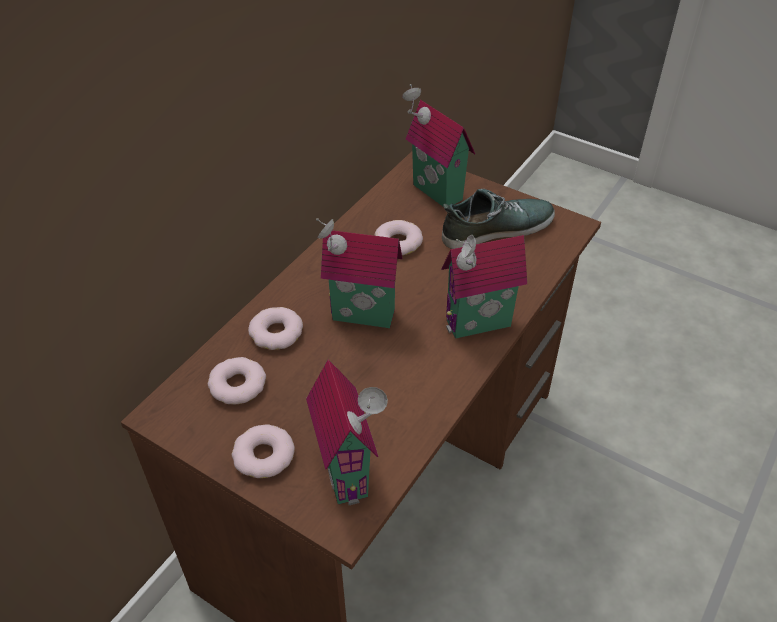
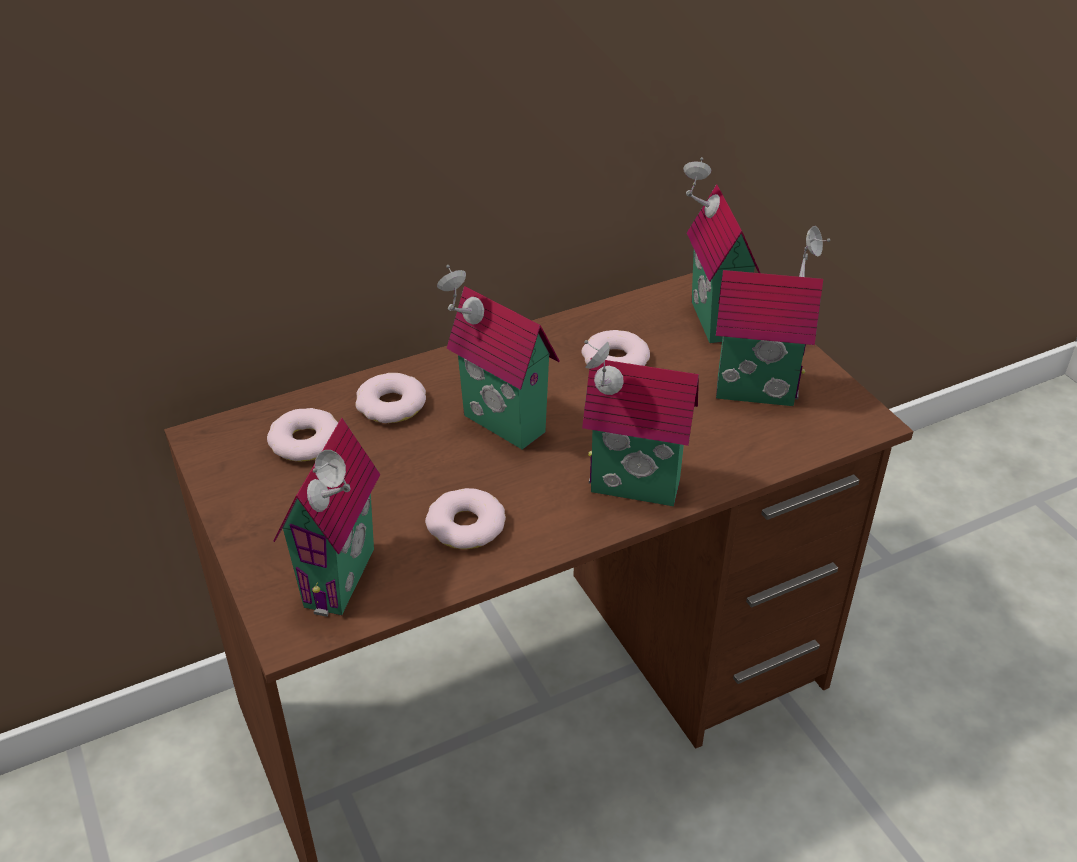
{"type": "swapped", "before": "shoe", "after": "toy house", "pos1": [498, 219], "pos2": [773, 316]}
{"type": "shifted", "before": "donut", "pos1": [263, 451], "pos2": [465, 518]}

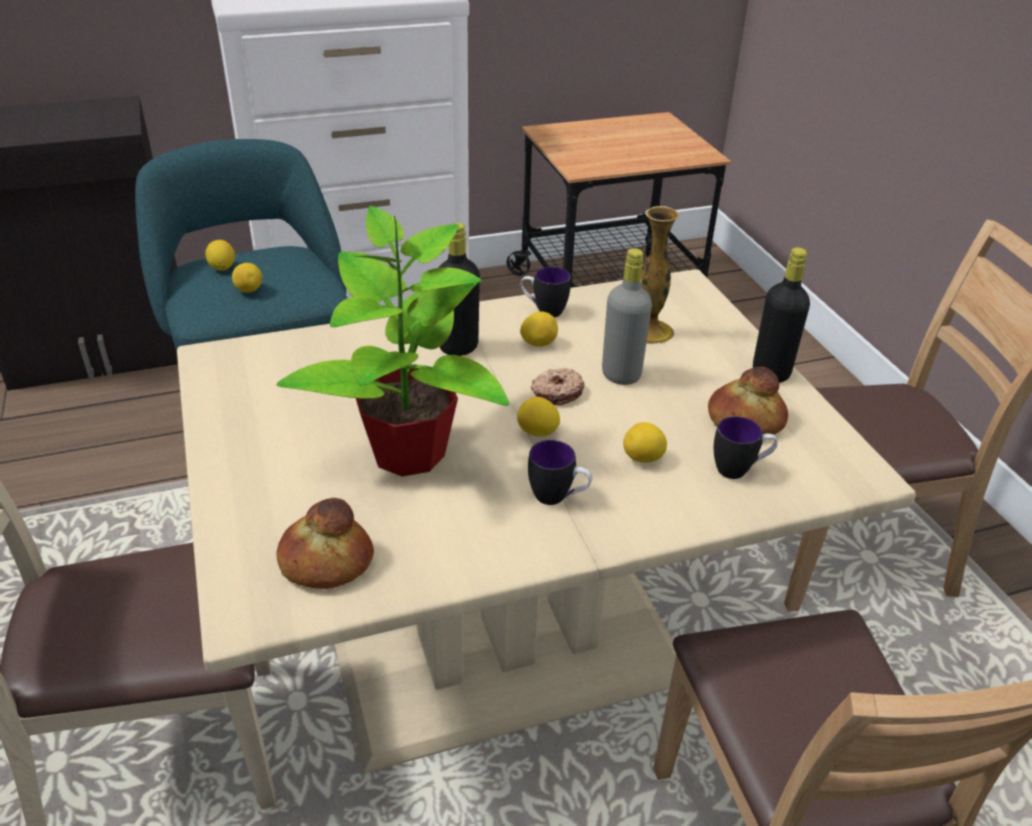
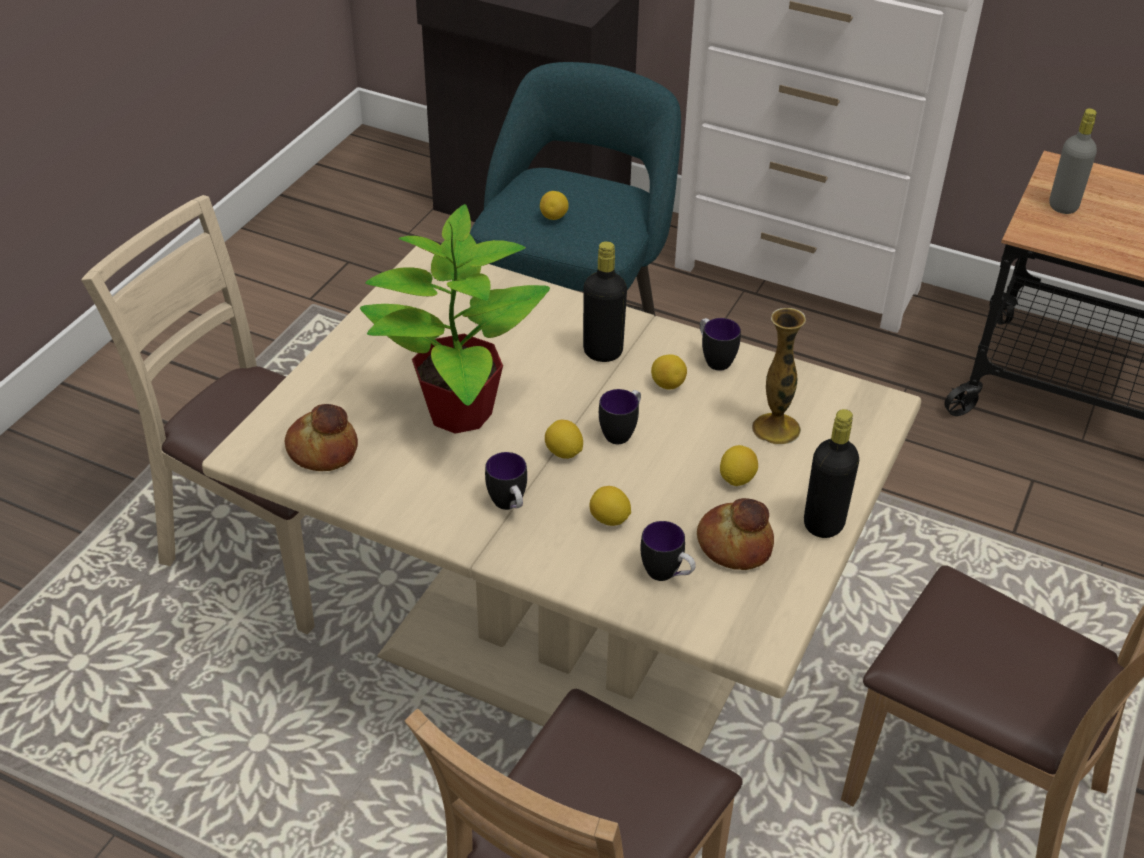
{"type": "shifted", "before": "lemon", "pos1": [220, 255], "pos2": [739, 465]}
{"type": "shifted", "before": "grey bottle", "pos1": [627, 316], "pos2": [1073, 161]}
{"type": "swapped", "before": "donut", "after": "mug", "pos1": [557, 387], "pos2": [620, 416]}

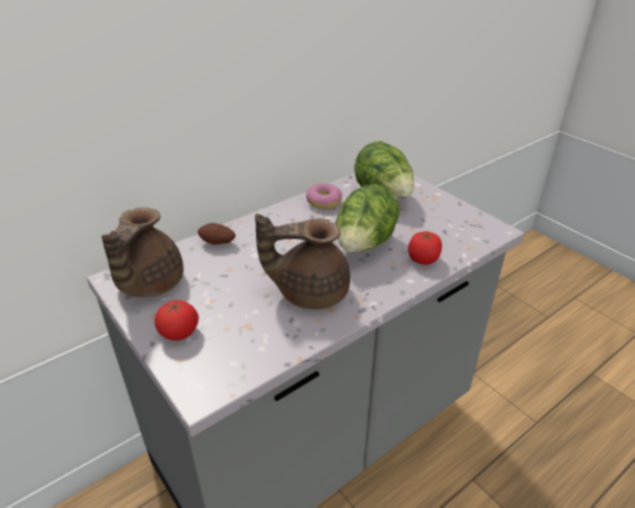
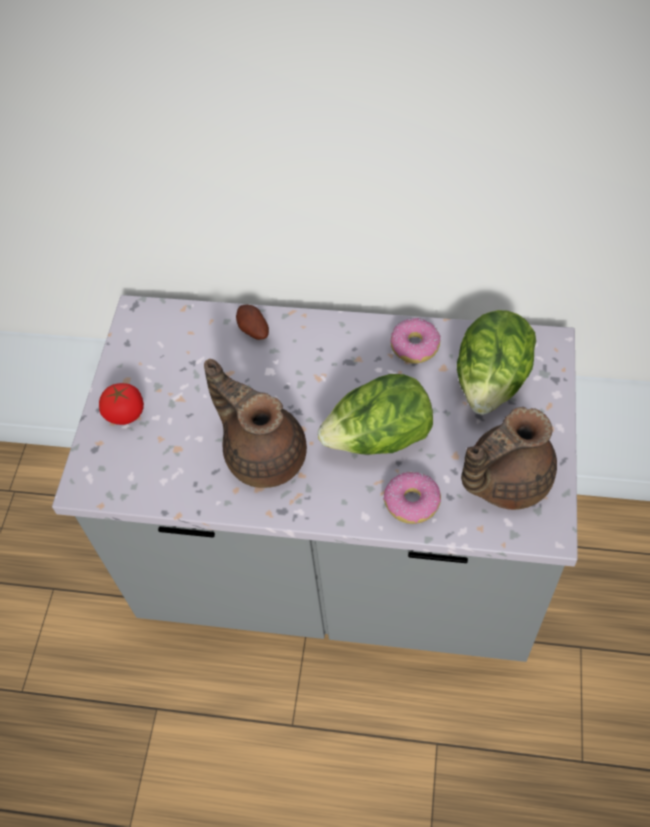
{"type": "shifted", "before": "brown teapot", "pos1": [142, 252], "pos2": [509, 458]}
{"type": "swapped", "before": "tomato", "after": "donut", "pos1": [425, 248], "pos2": [412, 498]}

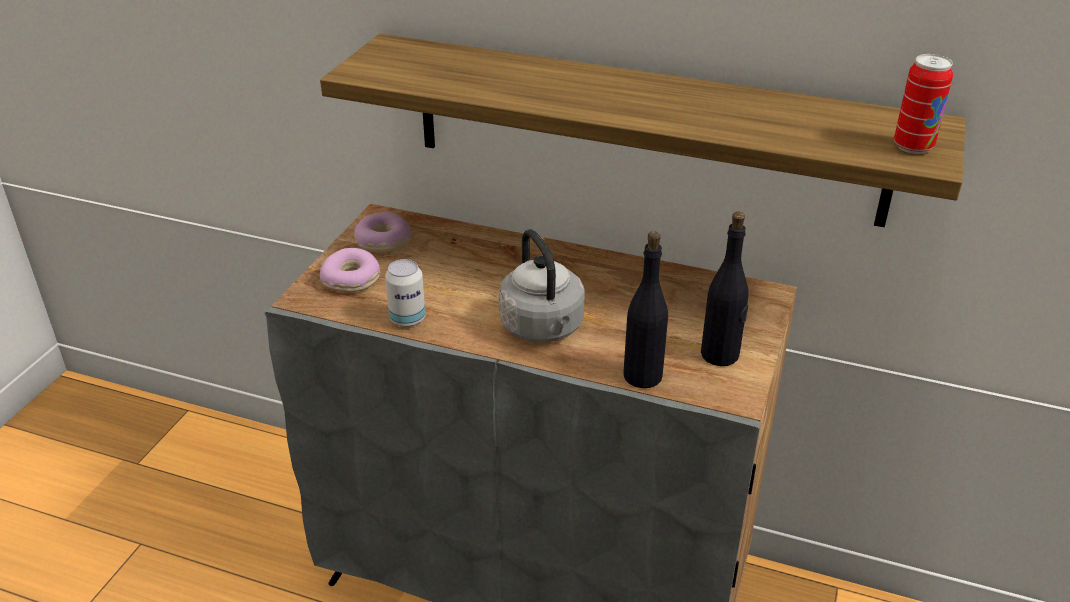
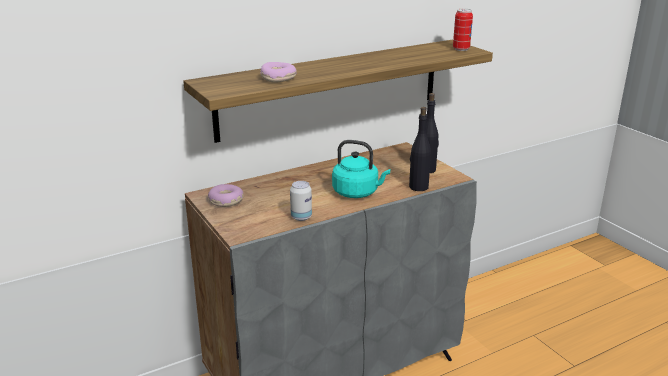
{"type": "repainted", "before": "grey kettle", "after": "turquoise kettle", "pos1": [542, 285], "pos2": [361, 169]}
{"type": "shifted", "before": "donut", "pos1": [350, 270], "pos2": [278, 72]}

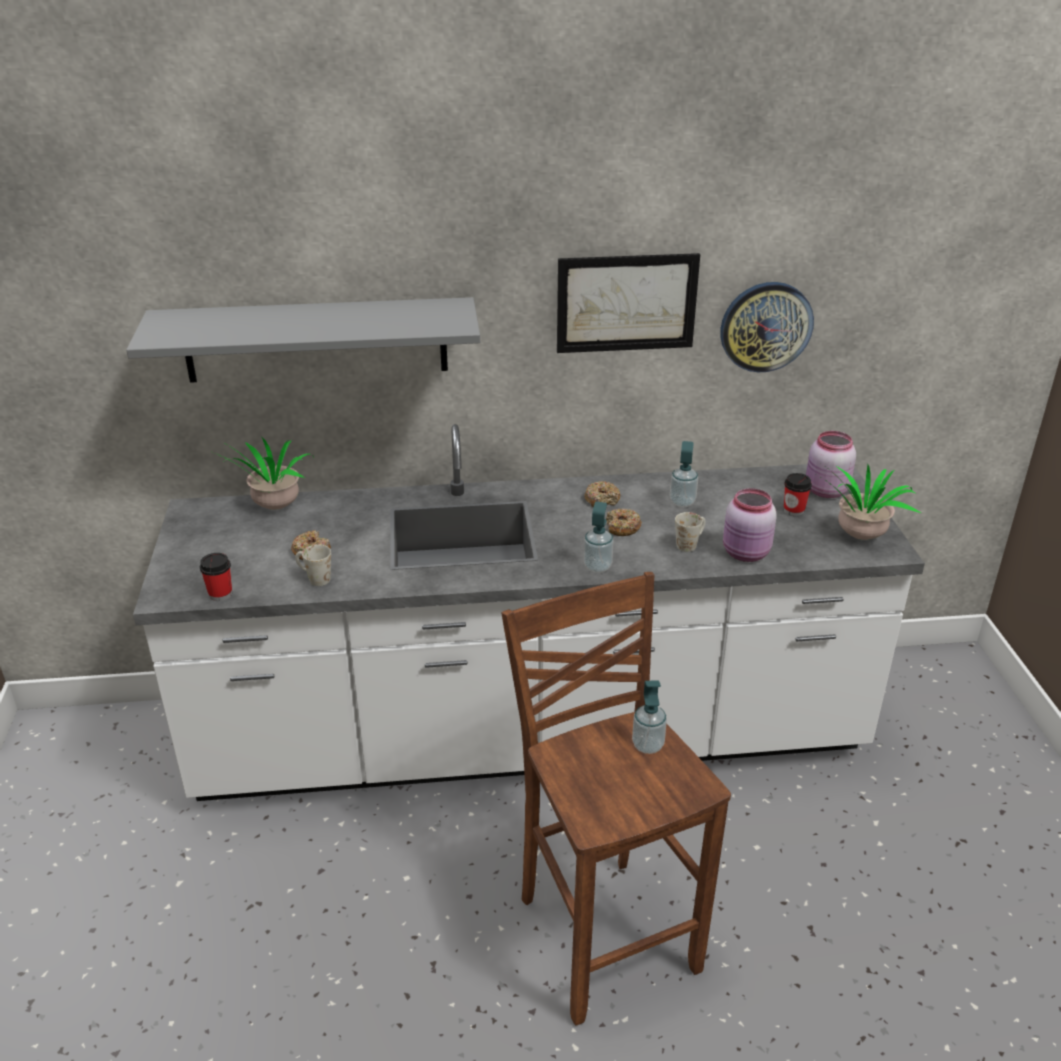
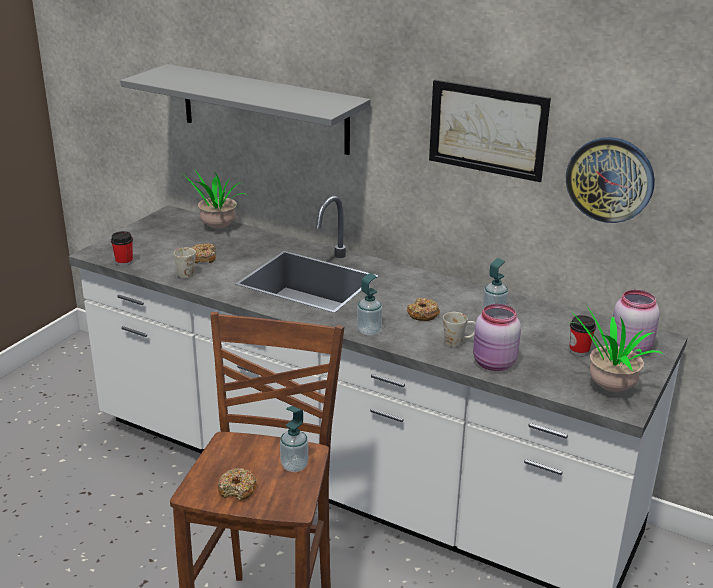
{"type": "shifted", "before": "donut", "pos1": [602, 494], "pos2": [237, 484]}

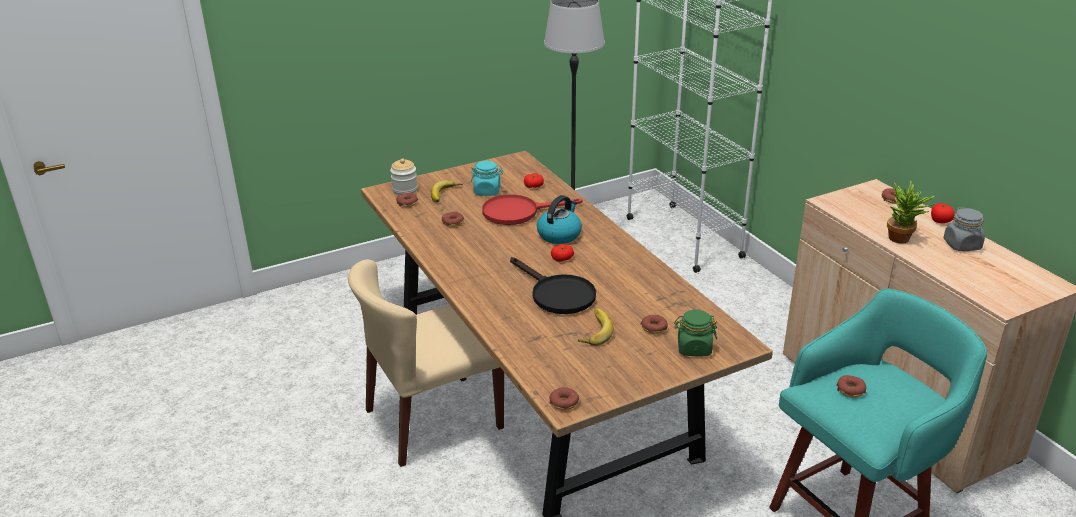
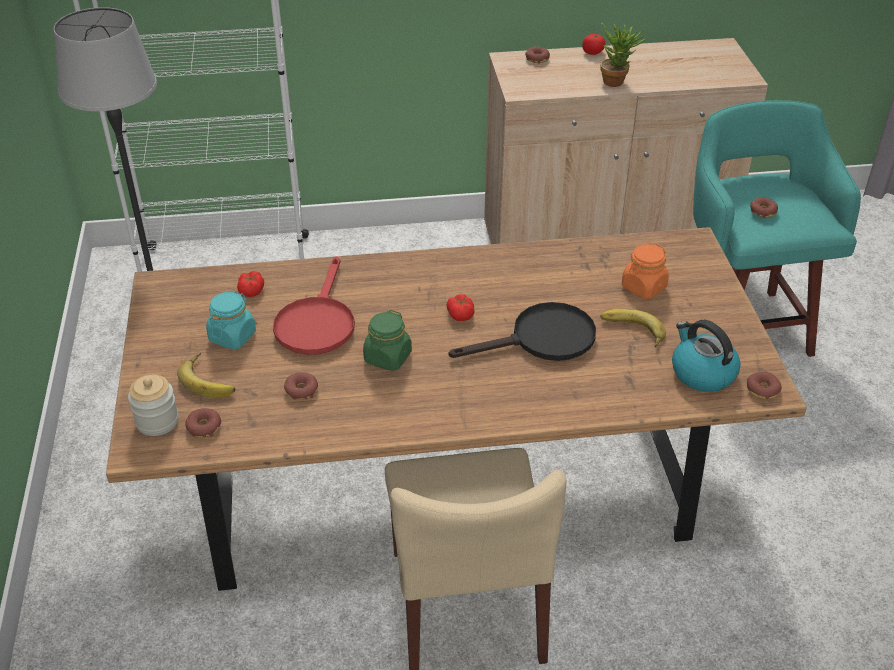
{"type": "shifted", "before": "kettle", "pos1": [559, 219], "pos2": [706, 356]}
{"type": "gone", "before": "grey jar", "pos1": [964, 229]}
{"type": "shifted", "before": "green jar", "pos1": [695, 333], "pos2": [387, 340]}
{"type": "swapped", "before": "donut", "after": "orange jar", "pos1": [654, 324], "pos2": [645, 271]}

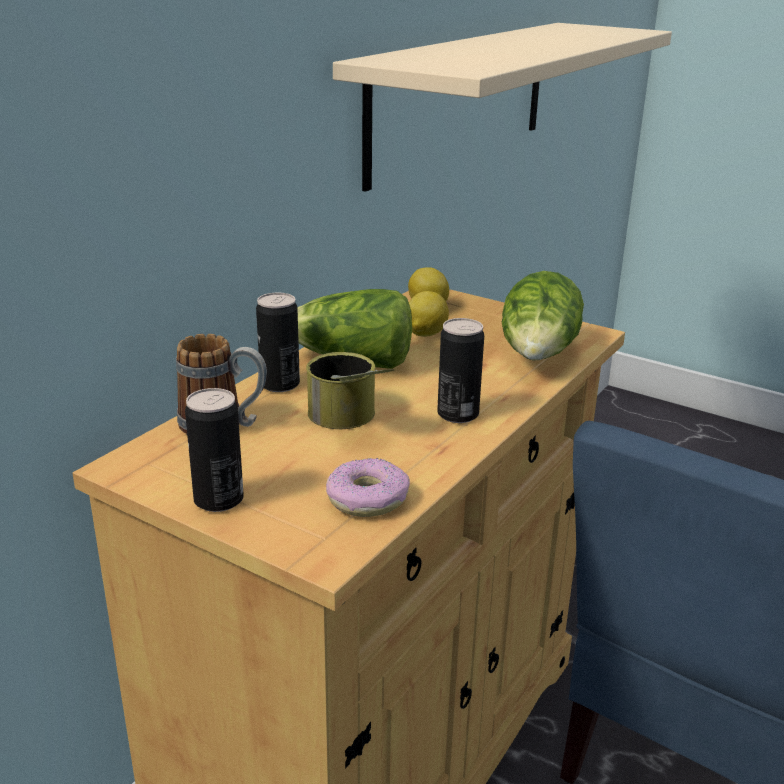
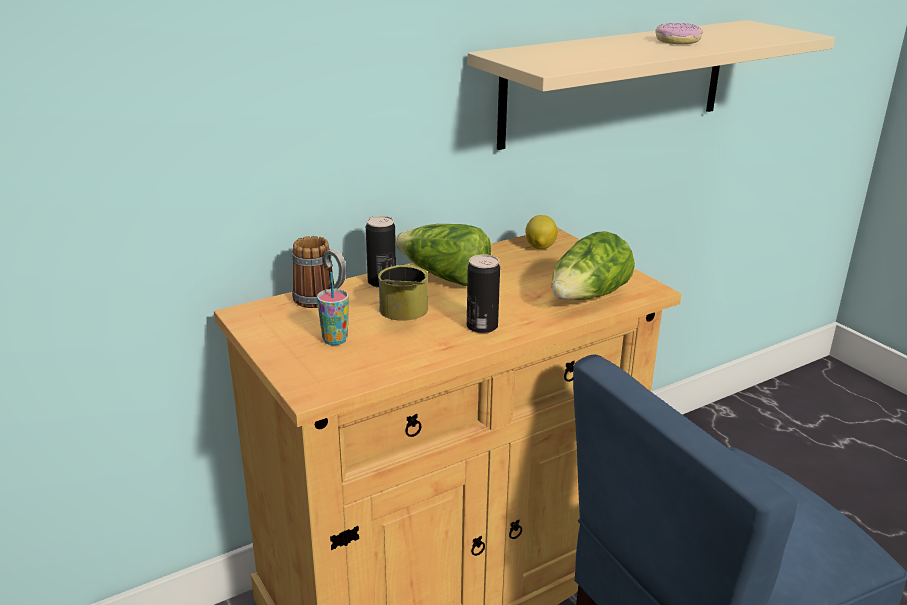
{"type": "gone", "before": "lemon", "pos1": [429, 314]}
{"type": "gone", "before": "can", "pos1": [214, 450]}
{"type": "shifted", "before": "donut", "pos1": [368, 487], "pos2": [679, 33]}
{"type": "new", "after": "cup", "pos2": [333, 308]}

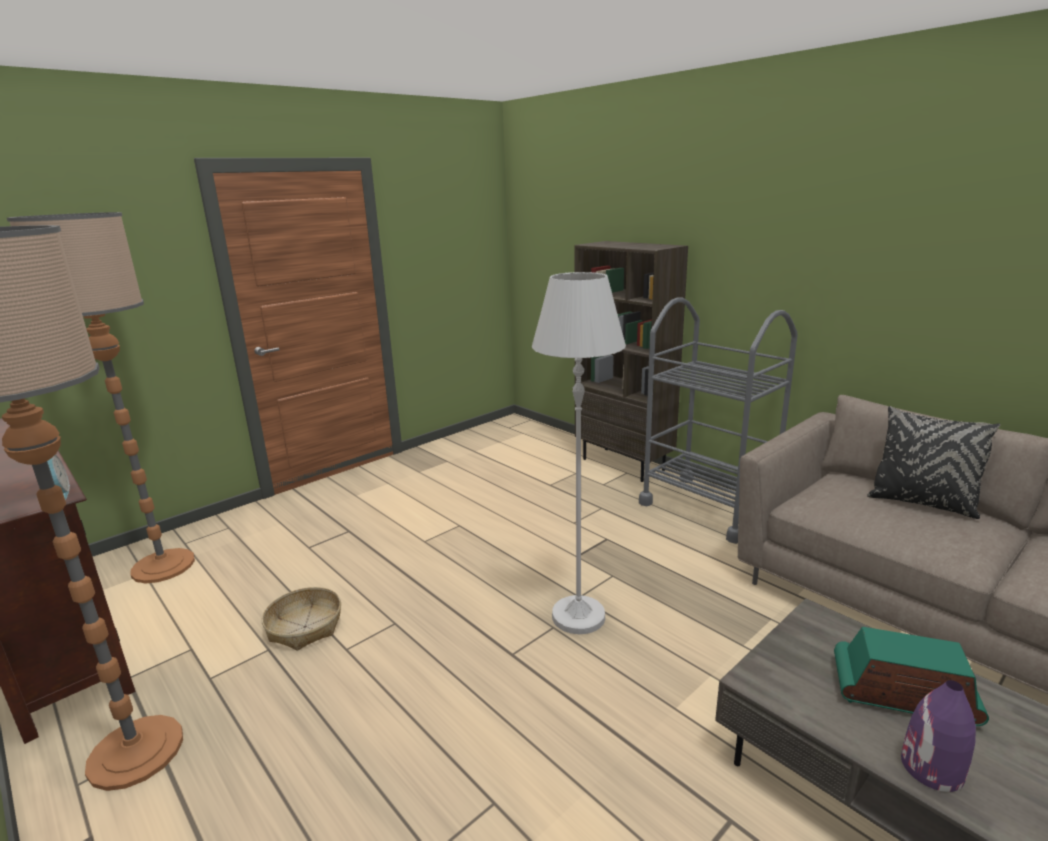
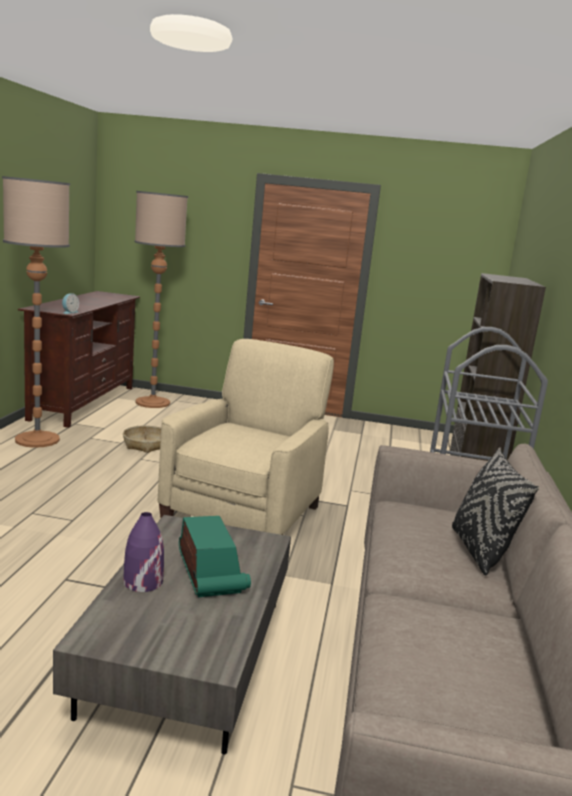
{"type": "swapped", "before": "white floor lamp", "after": "beige armchair", "pos1": [579, 453], "pos2": [246, 437]}

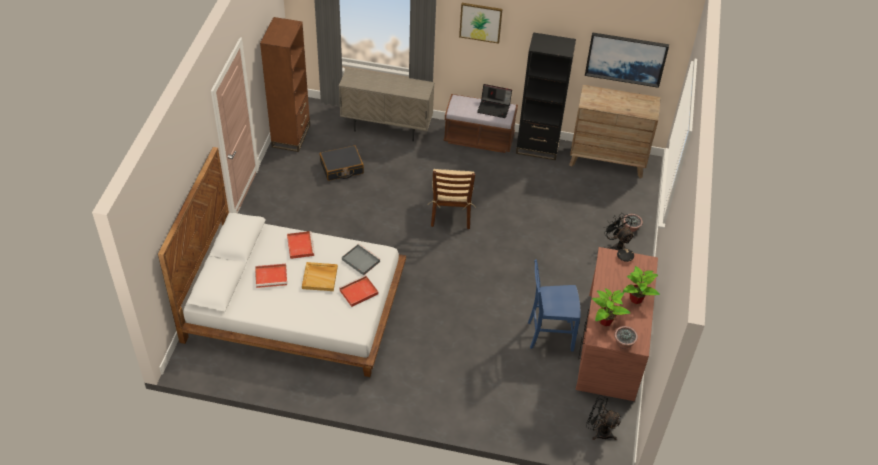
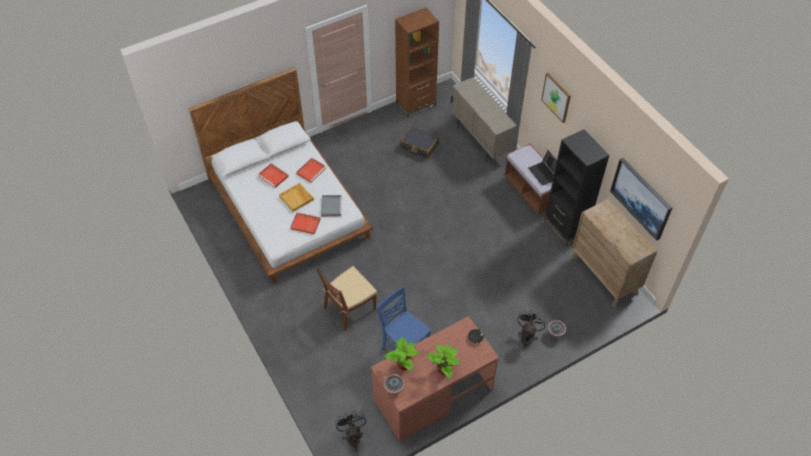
{"type": "shifted", "before": "brown chair", "pos1": [452, 199], "pos2": [346, 298]}

